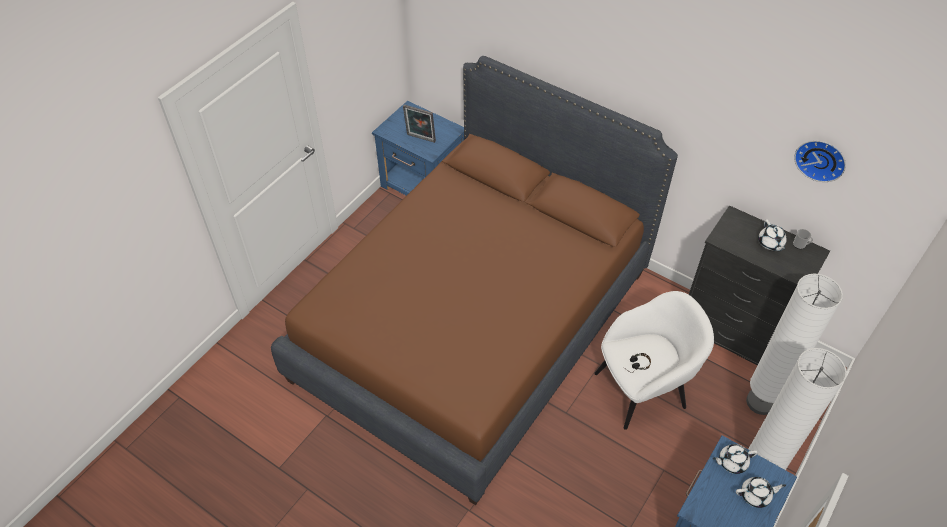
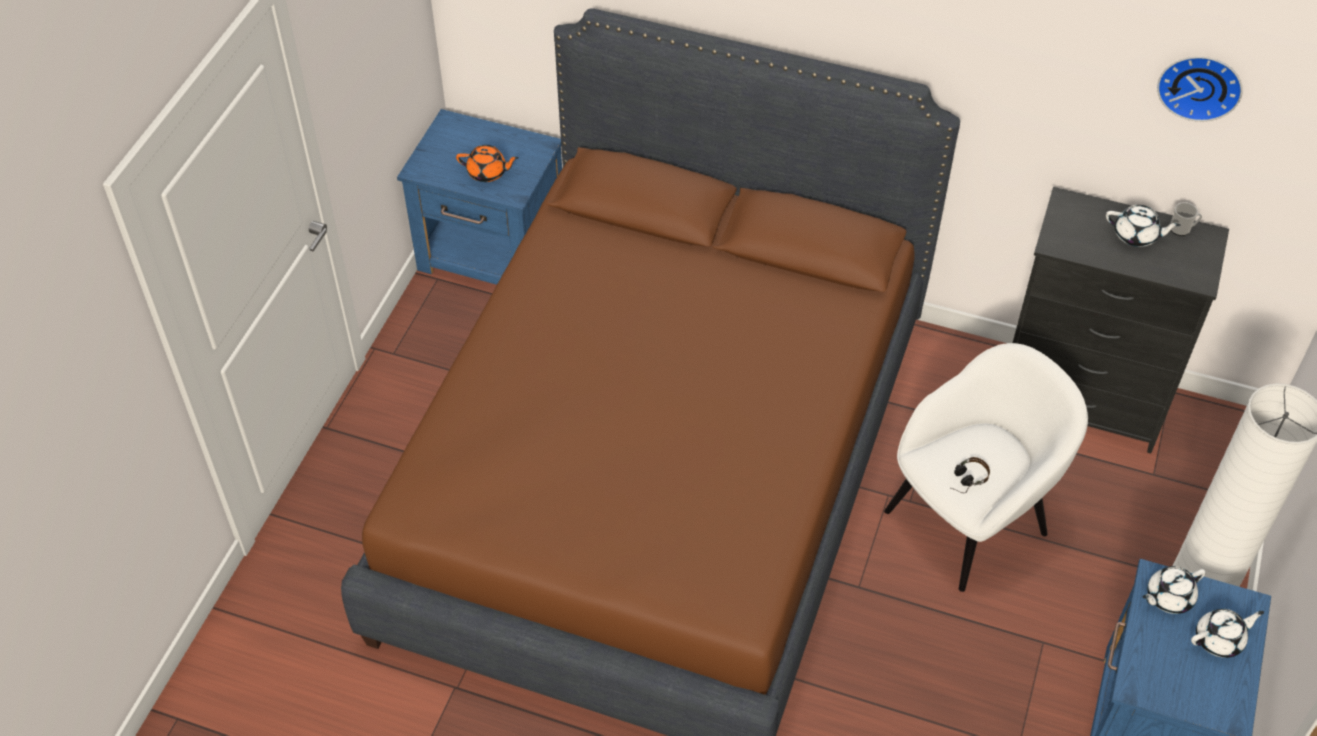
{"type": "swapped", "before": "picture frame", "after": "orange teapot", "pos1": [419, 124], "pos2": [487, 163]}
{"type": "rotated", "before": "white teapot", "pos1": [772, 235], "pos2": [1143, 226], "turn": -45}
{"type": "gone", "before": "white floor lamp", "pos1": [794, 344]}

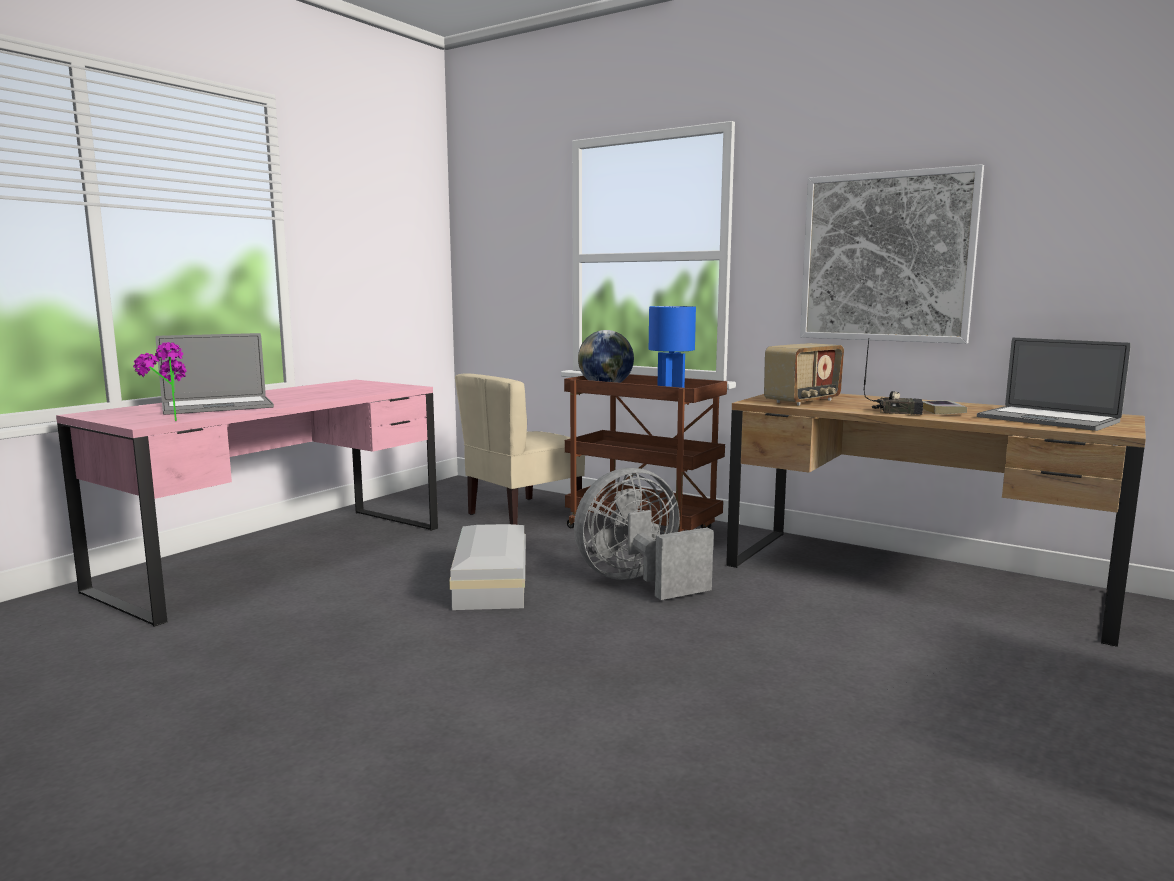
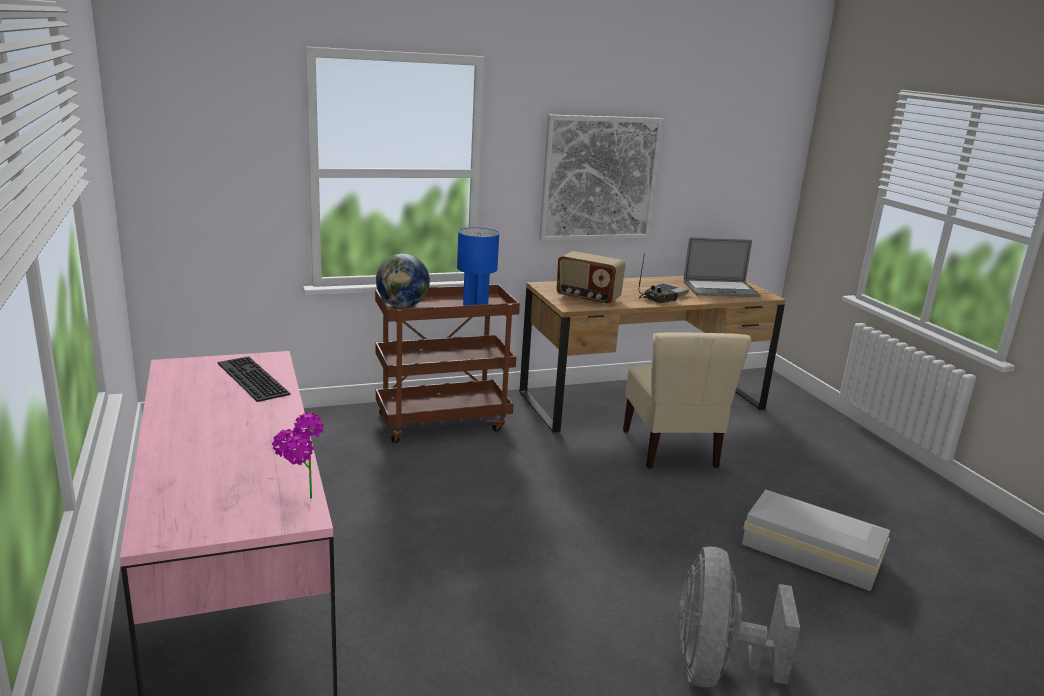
{"type": "gone", "before": "laptop", "pos1": [215, 374]}
{"type": "rotated", "before": "radio", "pos1": [804, 374], "pos2": [590, 278], "turn": 120}
{"type": "shifted", "before": "beige chair", "pos1": [520, 449], "pos2": [687, 400]}
{"type": "shifted", "before": "grey fan", "pos1": [644, 534], "pos2": [739, 617]}
{"type": "shifted", "before": "white storage box", "pos1": [487, 567], "pos2": [816, 540]}
{"type": "new", "after": "keyboard", "pos2": [254, 379]}

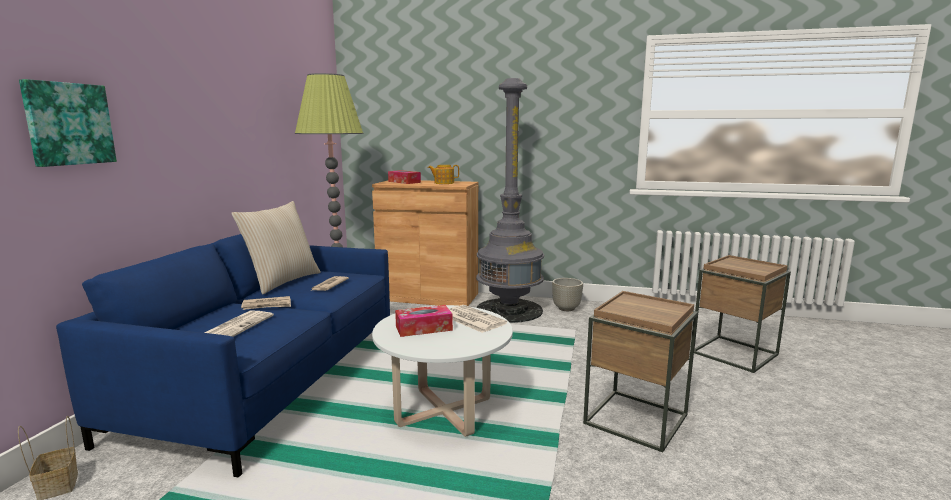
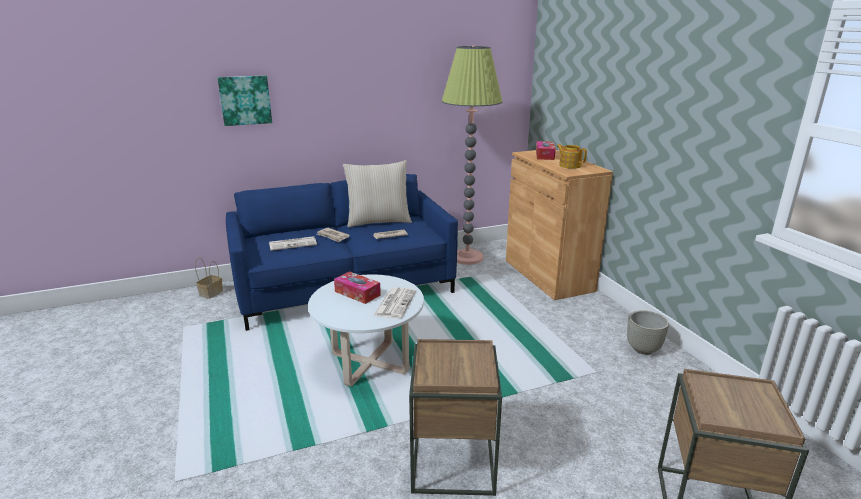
{"type": "gone", "before": "grey floor lamp", "pos1": [510, 200]}

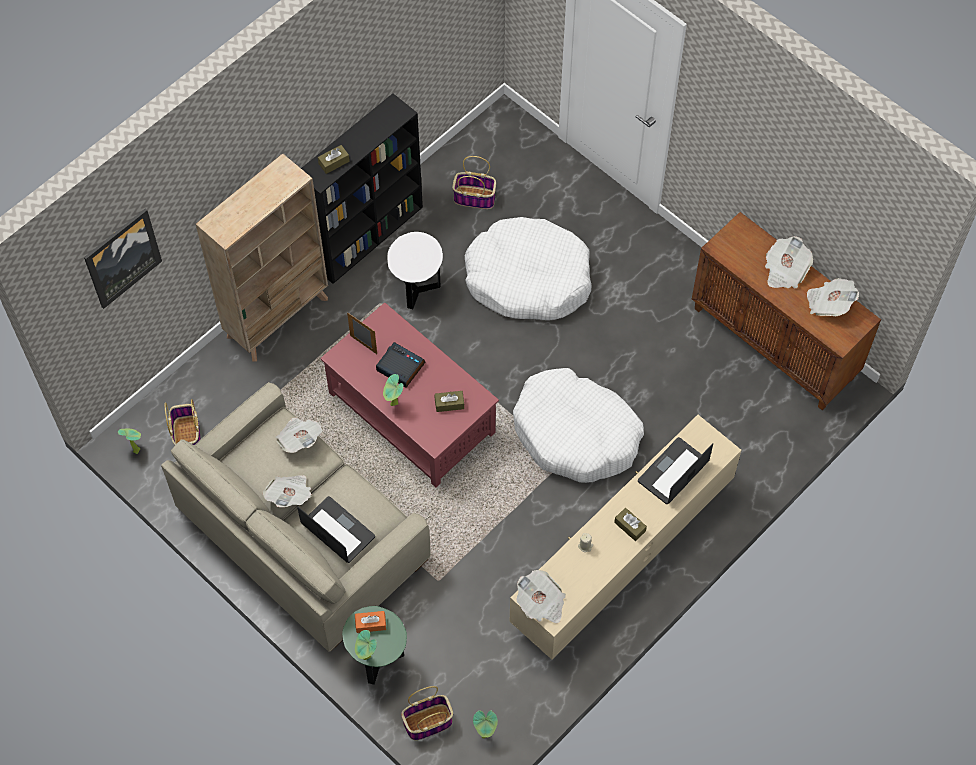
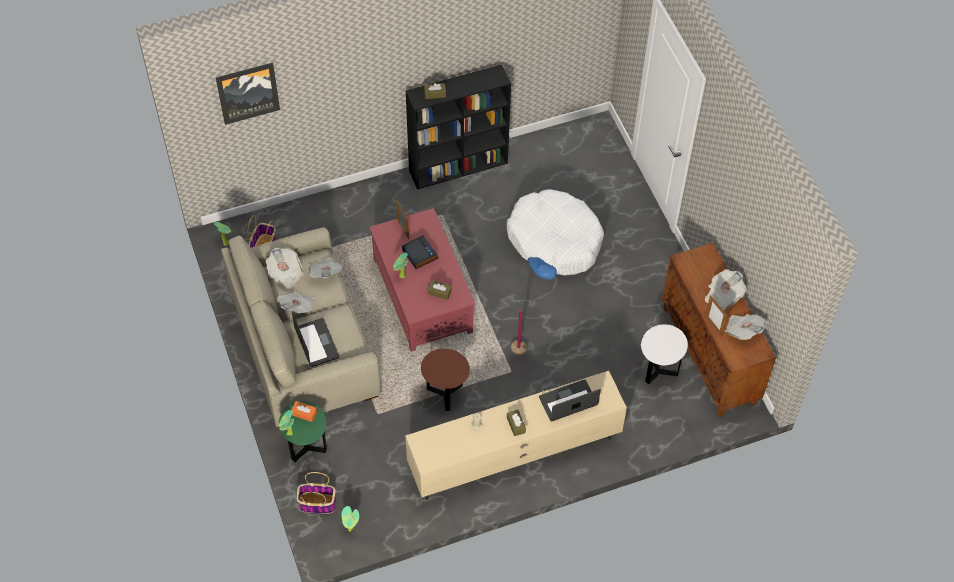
{"type": "gone", "before": "beige bookcase", "pos1": [262, 257]}
{"type": "gone", "before": "basket", "pos1": [474, 182]}
{"type": "shifted", "before": "white side table", "pos1": [415, 270], "pos2": [664, 354]}
{"type": "swapped", "before": "white dog bed", "after": "blue floor lamp", "pos1": [578, 425], "pos2": [534, 306]}
{"type": "shifted", "before": "newspaper", "pos1": [541, 597], "pos2": [285, 268]}
{"type": "new", "after": "picture frame", "pos2": [716, 315]}
{"type": "new", "after": "brown side table", "pos2": [445, 380]}

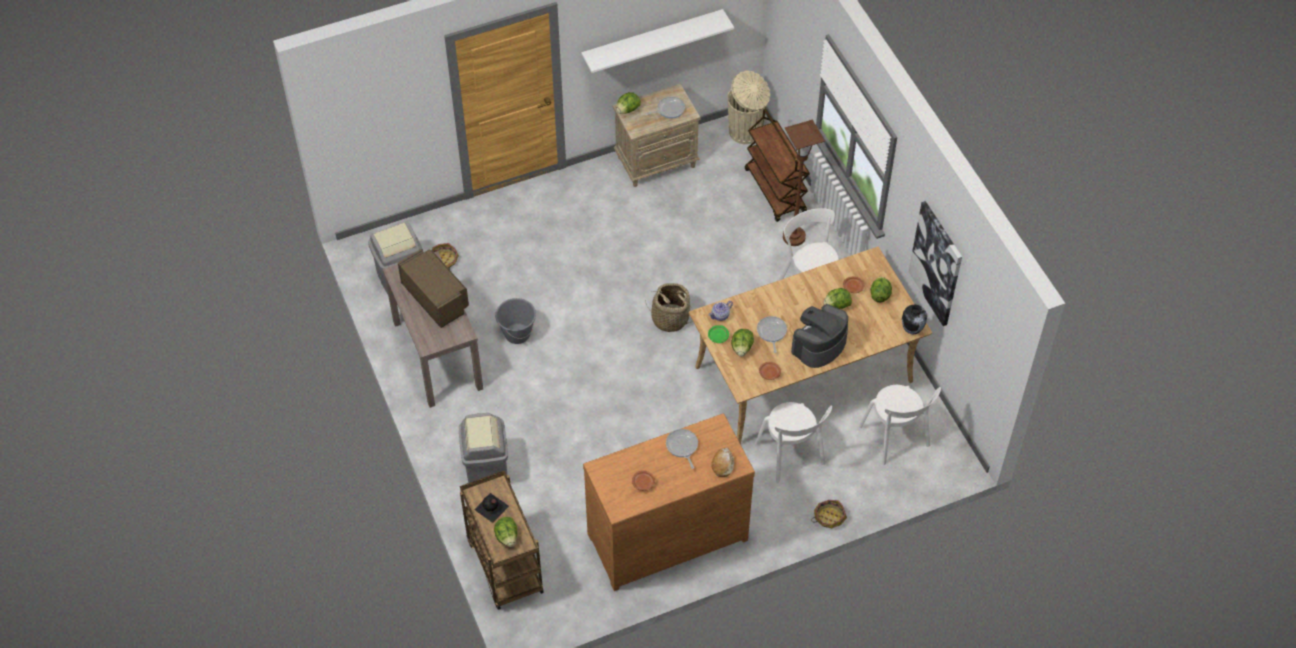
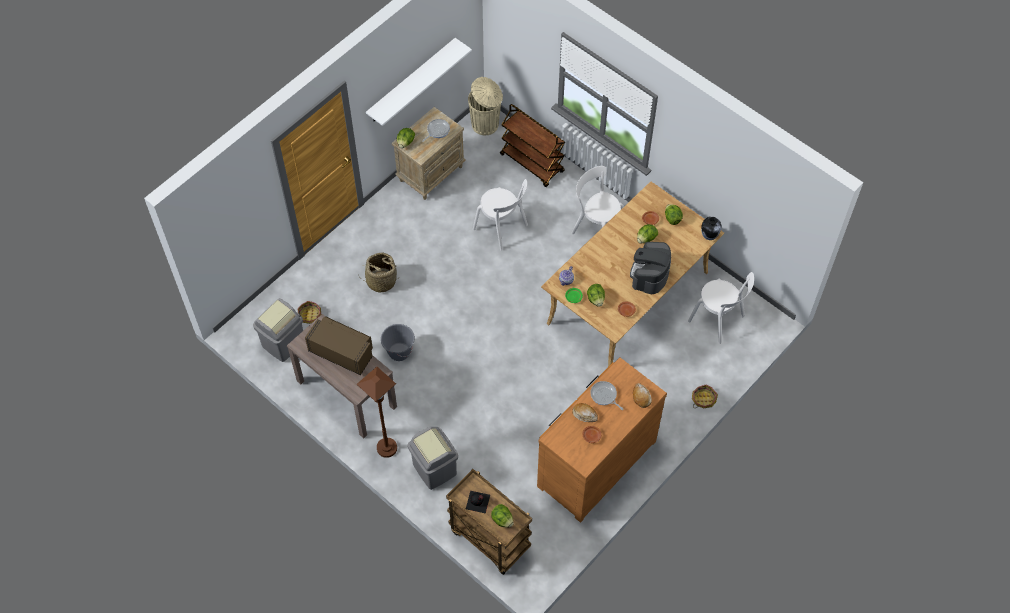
{"type": "shifted", "before": "brown floor lamp", "pos1": [804, 182], "pos2": [377, 412]}
{"type": "gone", "before": "picture", "pos1": [935, 263]}
{"type": "shifted", "before": "basket", "pos1": [669, 307], "pos2": [379, 272]}
{"type": "gone", "before": "frying pan", "pos1": [772, 334]}
{"type": "shifted", "before": "white chair", "pos1": [793, 442], "pos2": [500, 215]}
{"type": "new", "after": "bread", "pos2": [585, 412]}

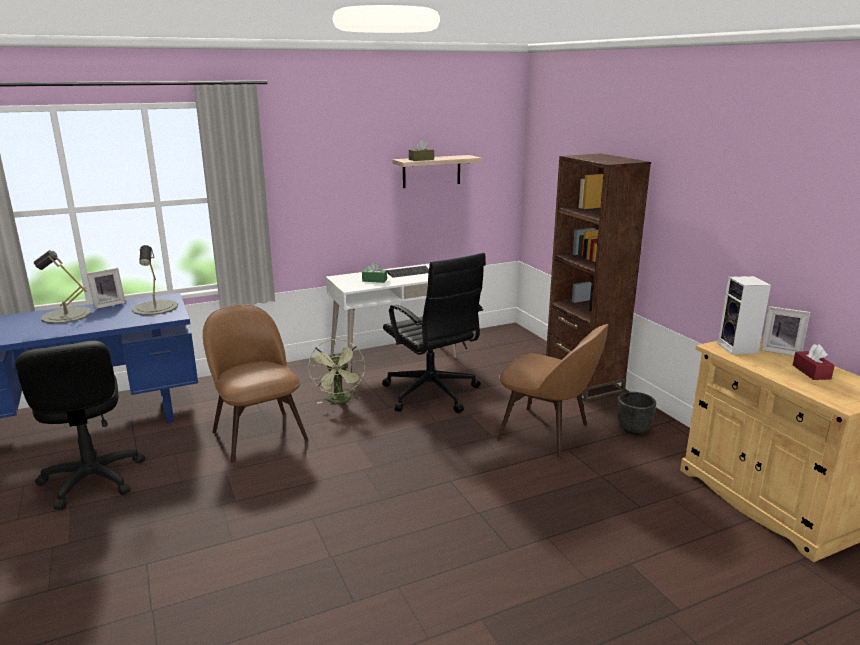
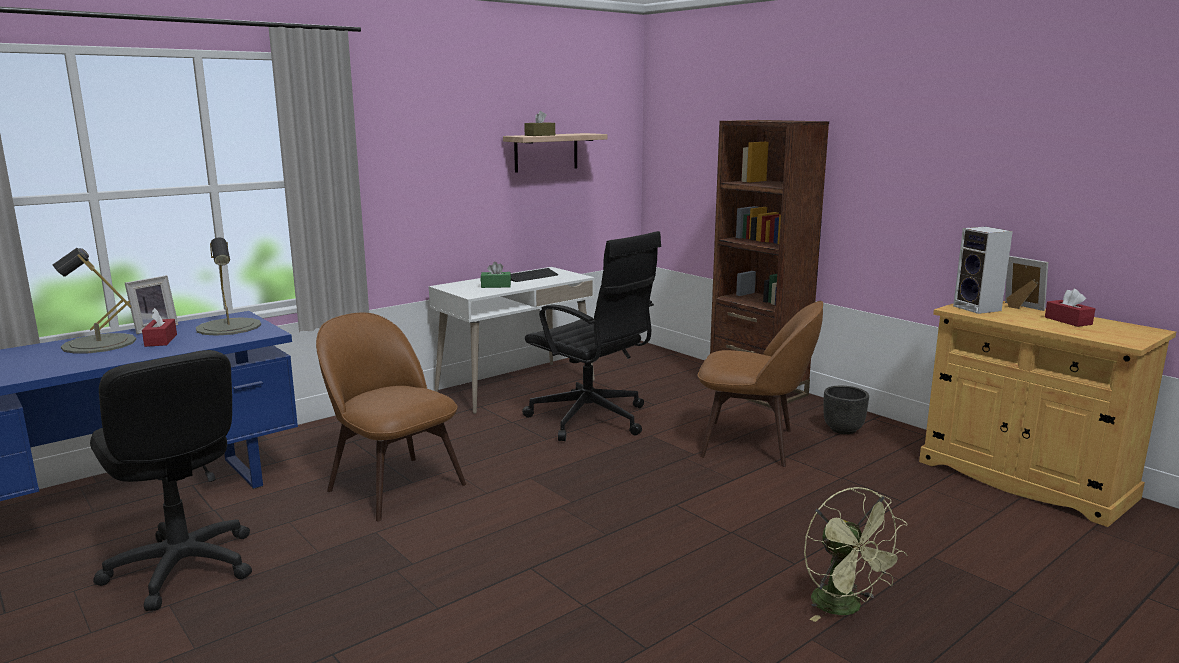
{"type": "rotated", "before": "picture frame", "pos1": [785, 331], "pos2": [1026, 283], "turn": -135}
{"type": "shifted", "before": "green fan", "pos1": [336, 371], "pos2": [856, 554]}
{"type": "new", "after": "red tissue box", "pos2": [159, 327]}

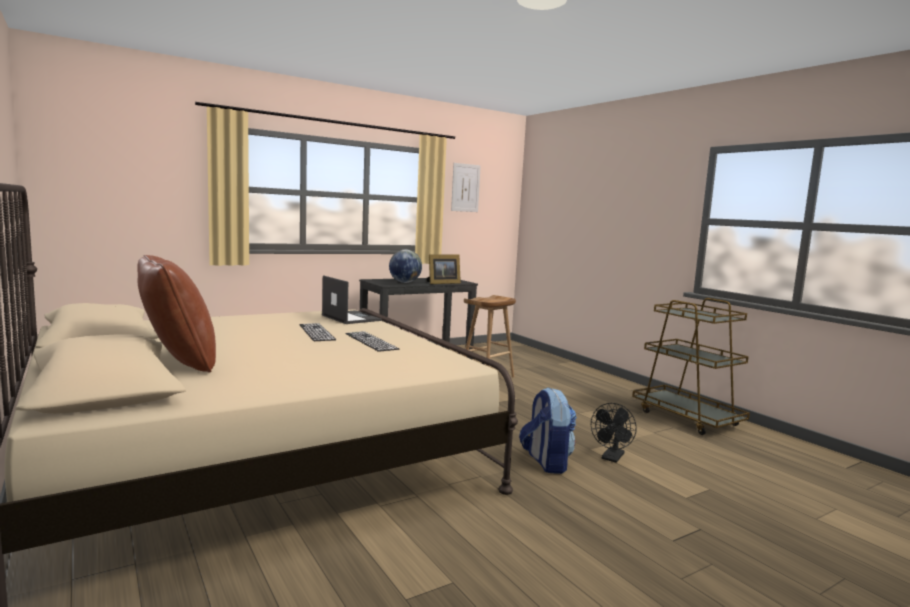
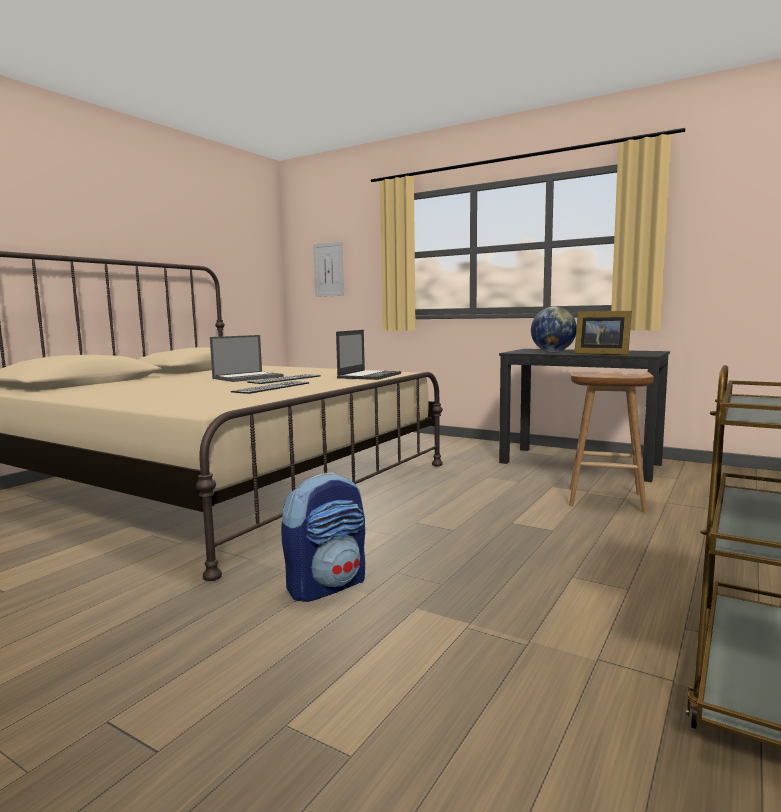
{"type": "shifted", "before": "picture", "pos1": [466, 187], "pos2": [328, 269]}
{"type": "gone", "before": "brown pillow", "pos1": [176, 313]}
{"type": "gone", "before": "black fan", "pos1": [614, 433]}
{"type": "new", "after": "laptop", "pos2": [247, 358]}

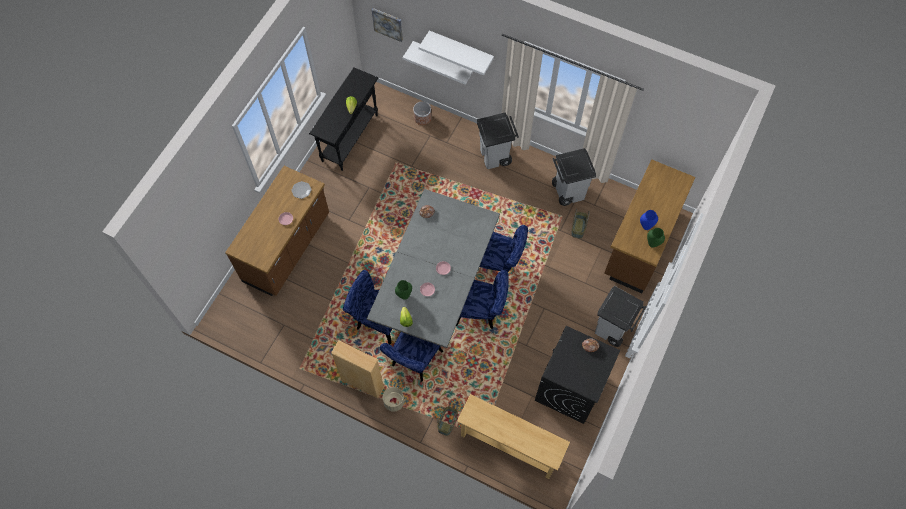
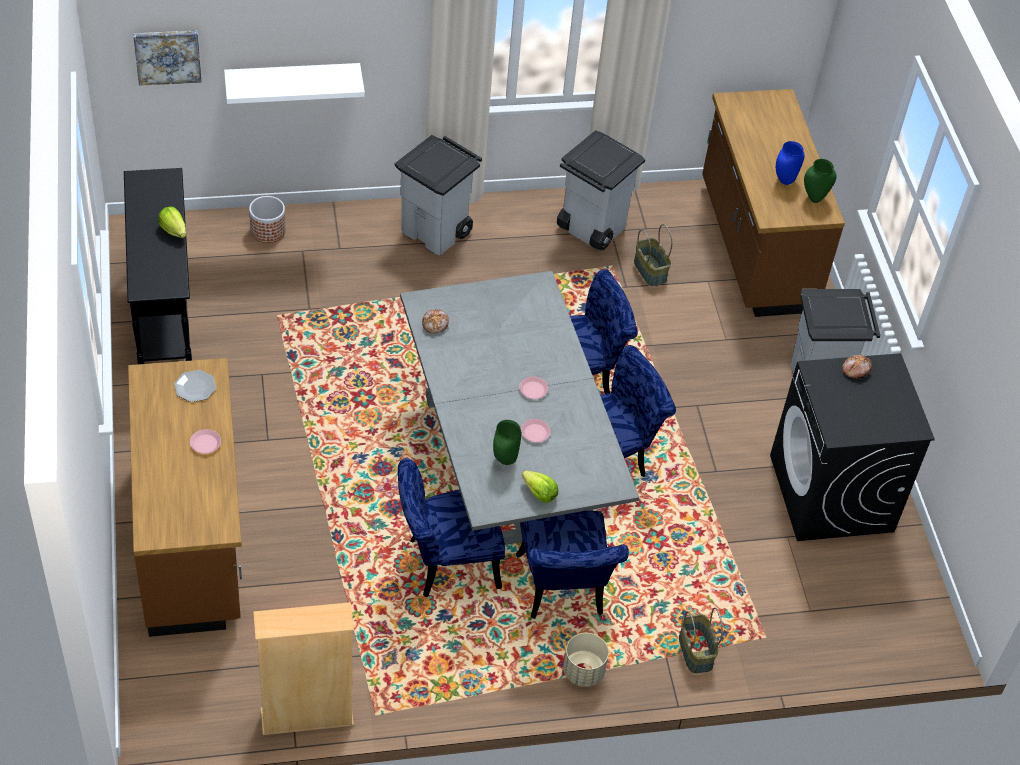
{"type": "gone", "before": "white shelf", "pos1": [456, 52]}
{"type": "shifted", "before": "beige bookcase", "pos1": [358, 369], "pos2": [303, 668]}
{"type": "gone", "before": "beige console table", "pos1": [513, 436]}

